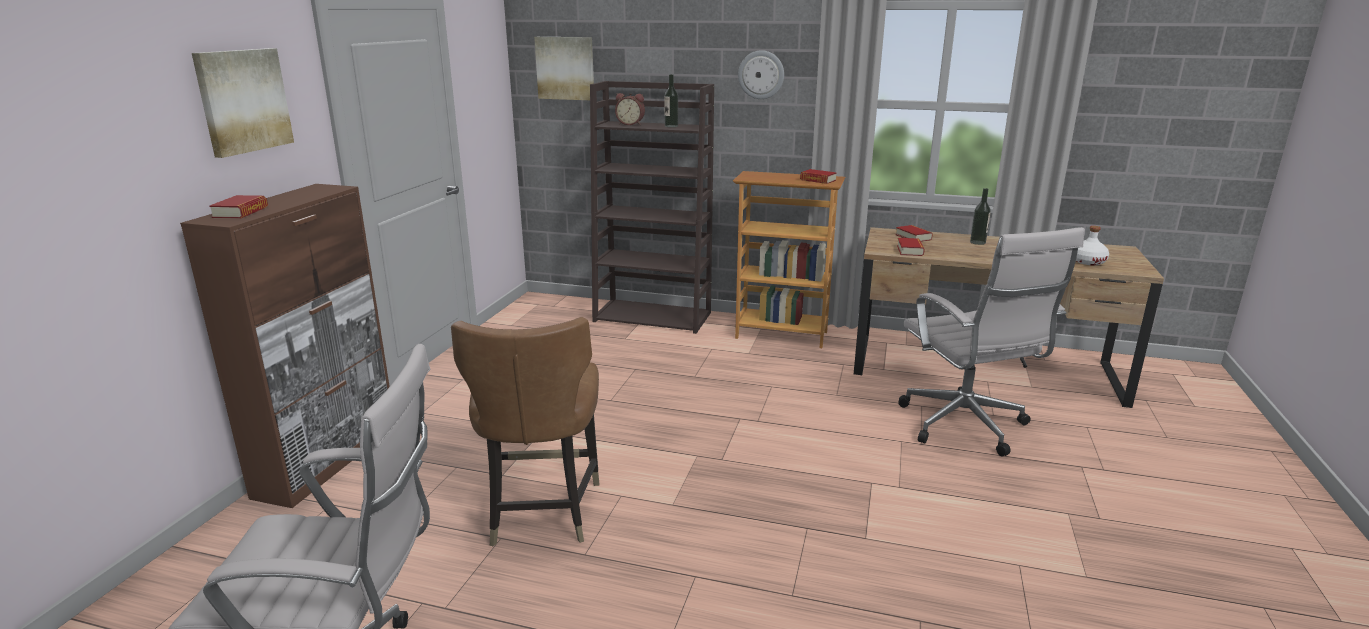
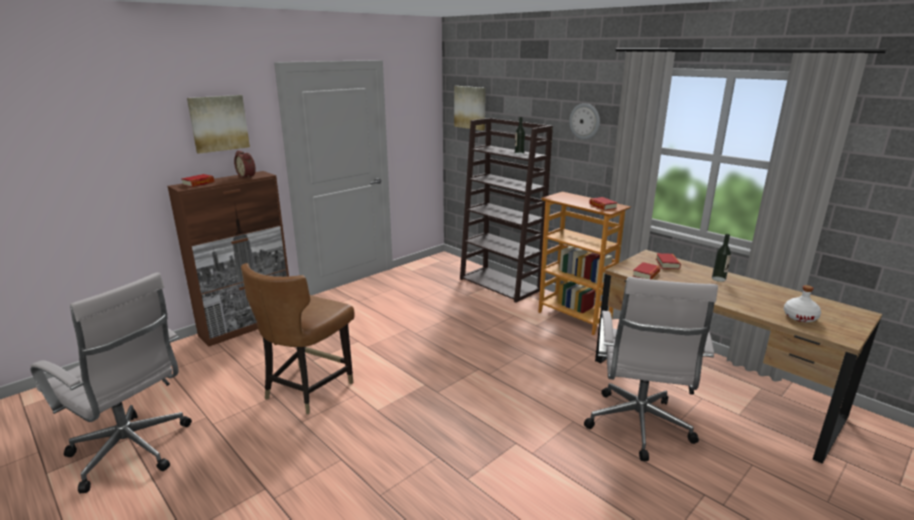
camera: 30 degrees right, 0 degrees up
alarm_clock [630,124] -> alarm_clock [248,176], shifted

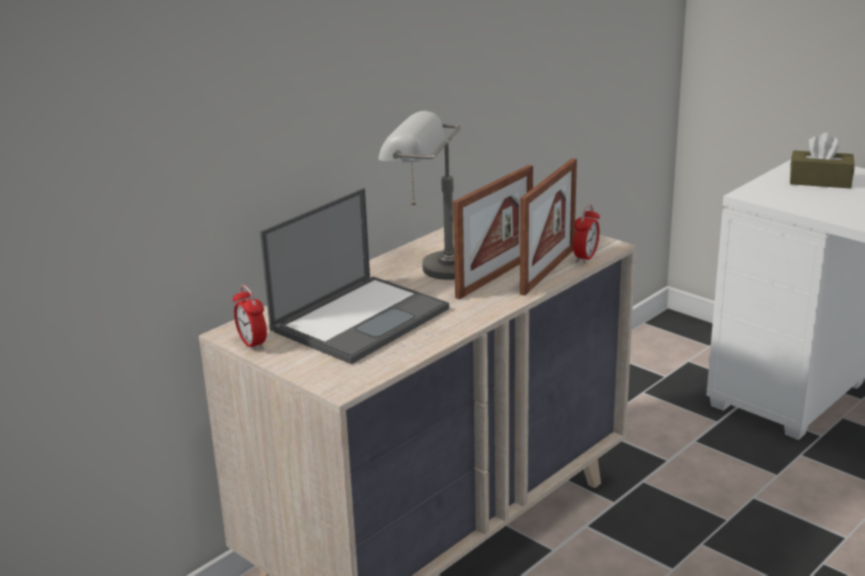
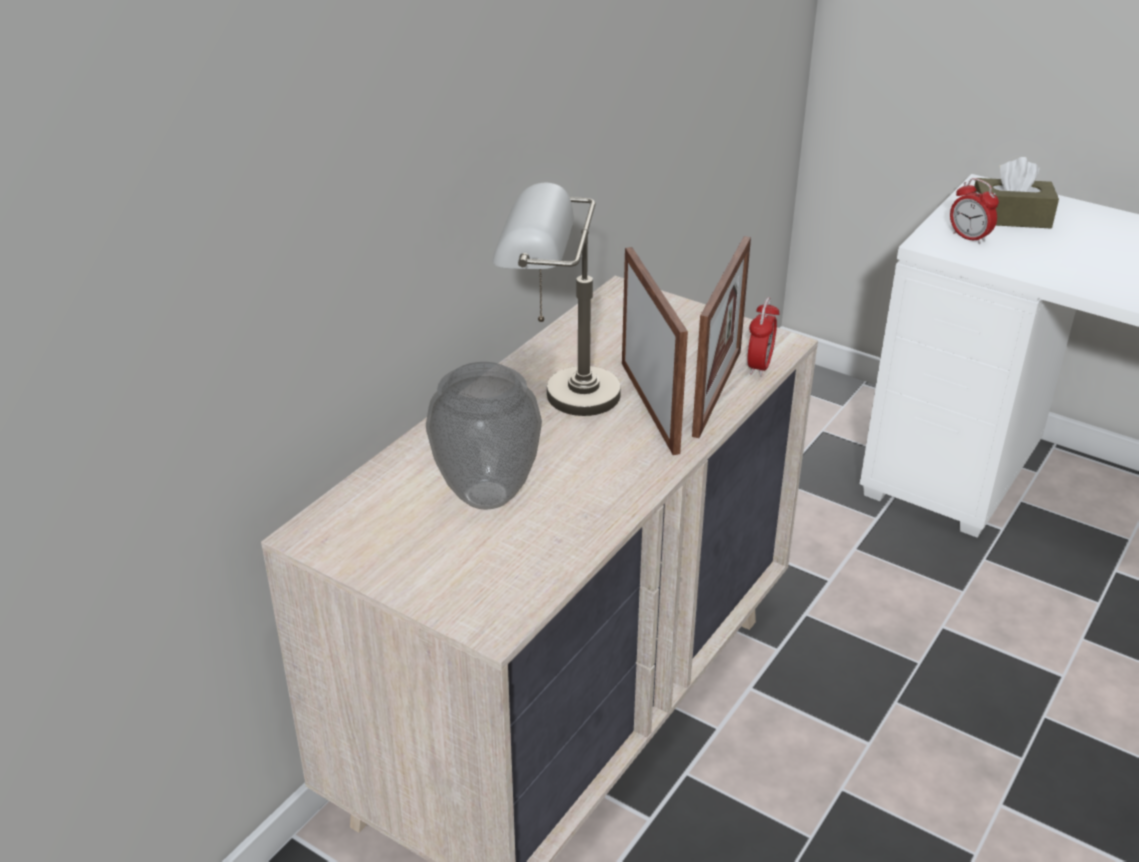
camera: 10 degrees left, 10 degrees up
alarm_clock [252,344] -> alarm_clock [969,237], shifted
notebook_computer [361,318] -> decorative_vase [487,494]
photo_frame [495,276] -> photo_frame [649,406], 45 degrees counterclockwise

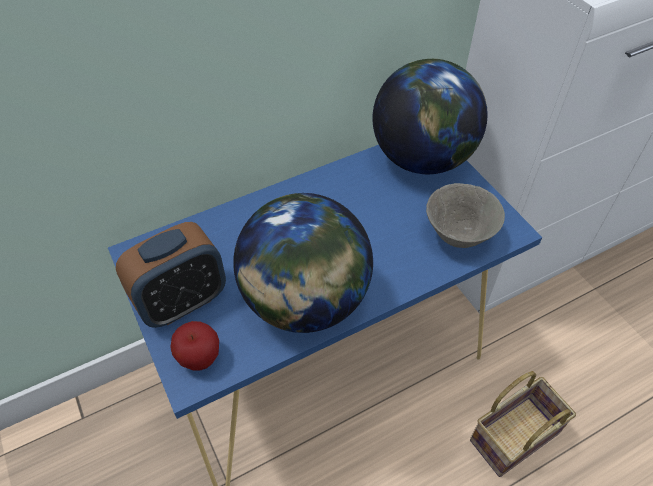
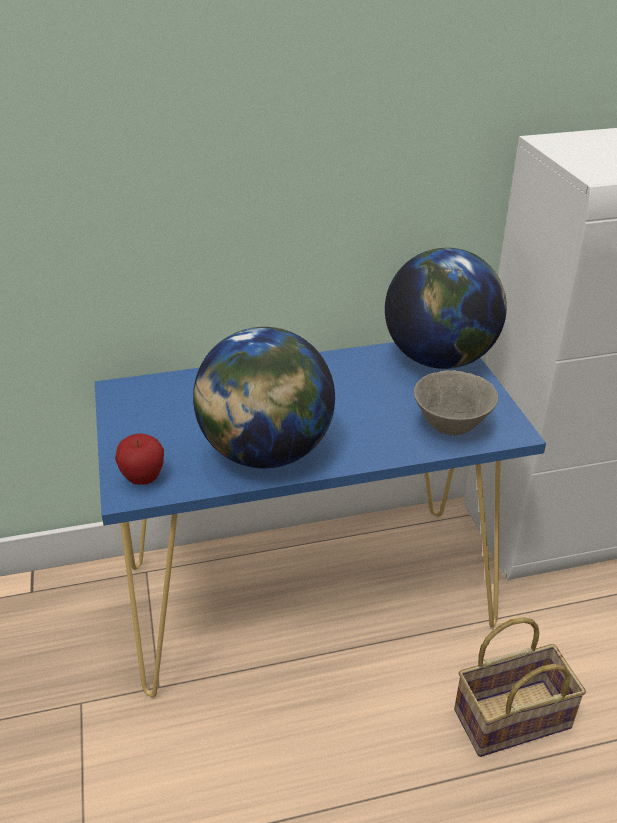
camera: 15 degrees right, 15 degrees down
alarm_clock [182,301] -> none

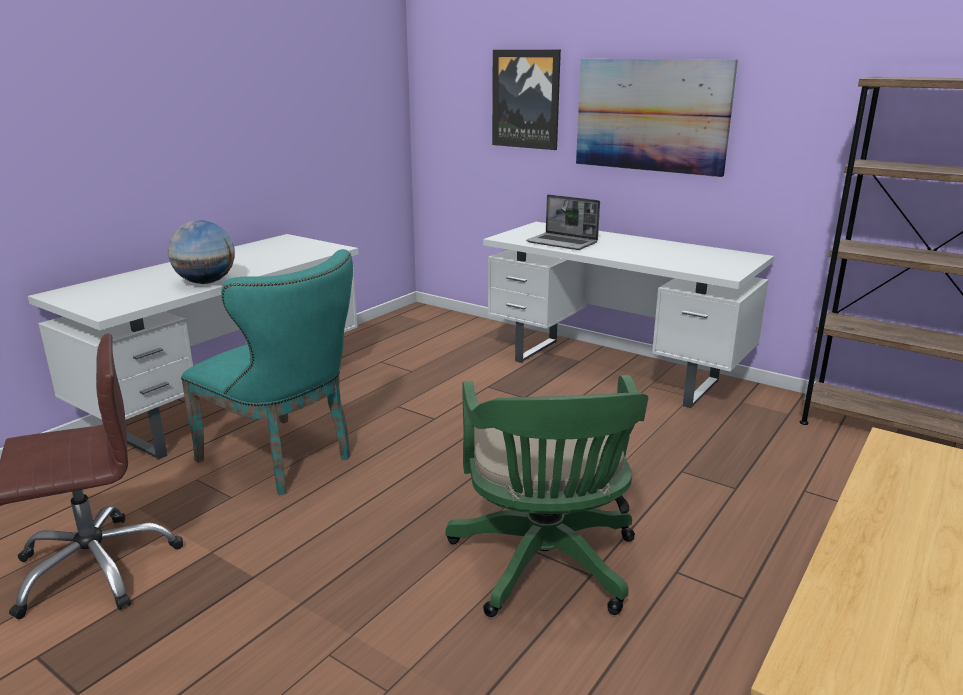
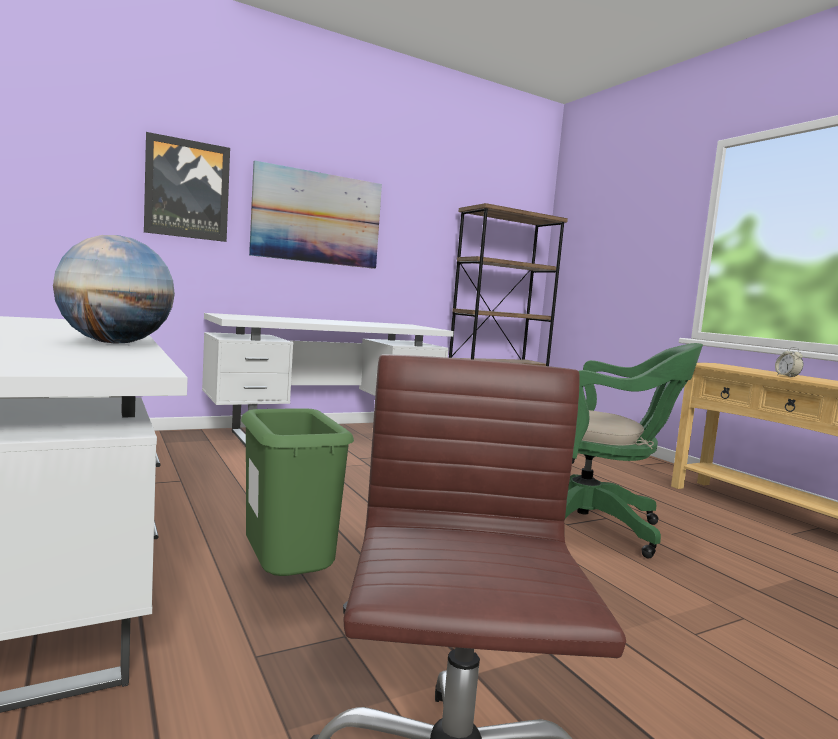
camera: 65 degrees left, 15 degrees down
turquoise-coloured_upright_chair [285,459] -> green_trash_can [288,582]
notebook_computer [563,243] -> none
none -> alarm_clock [787,376]

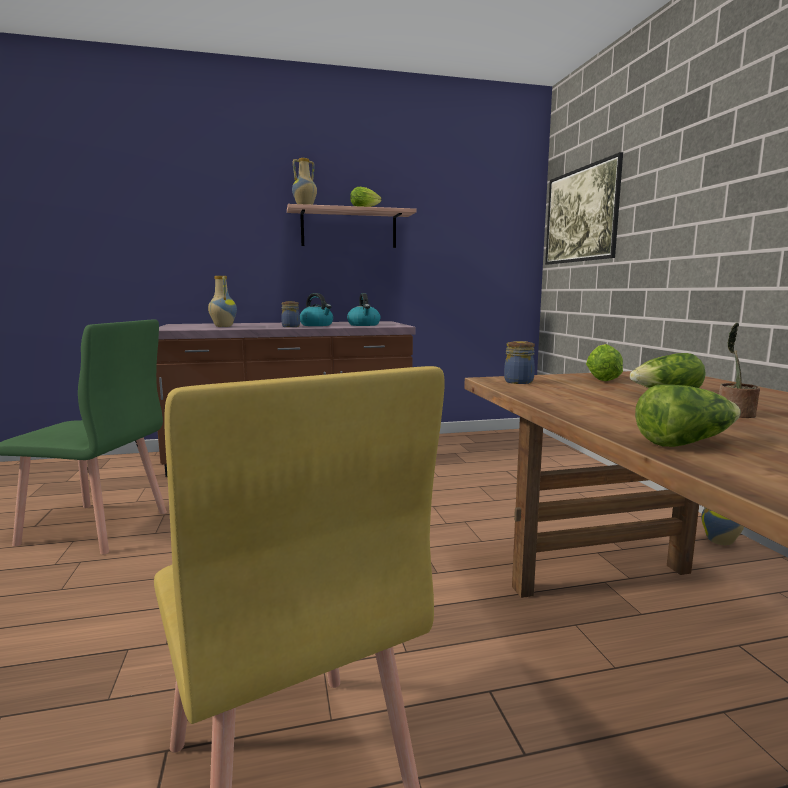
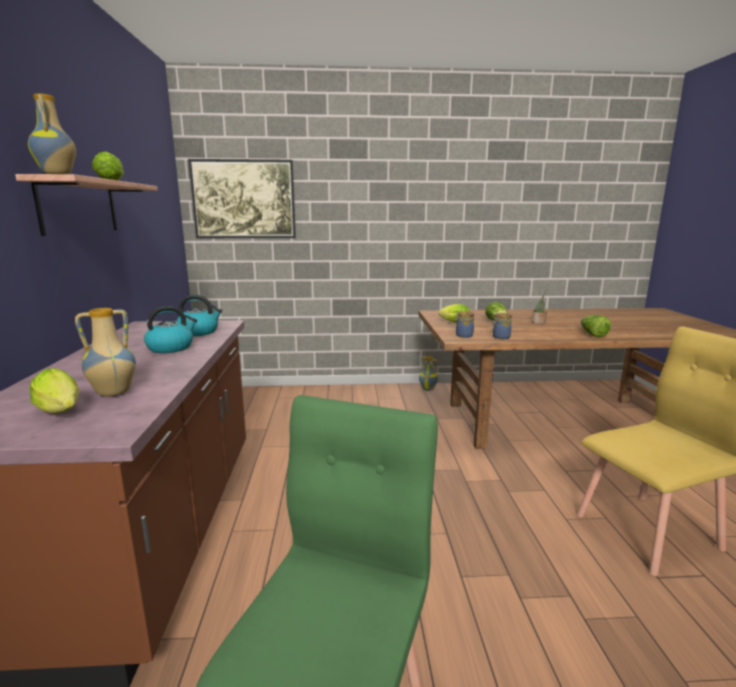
camera: 80 degrees left, 5 degrees up
jar [290,326] -> jar [500,337], shifted
none -> head_of_lettuce [62,412]

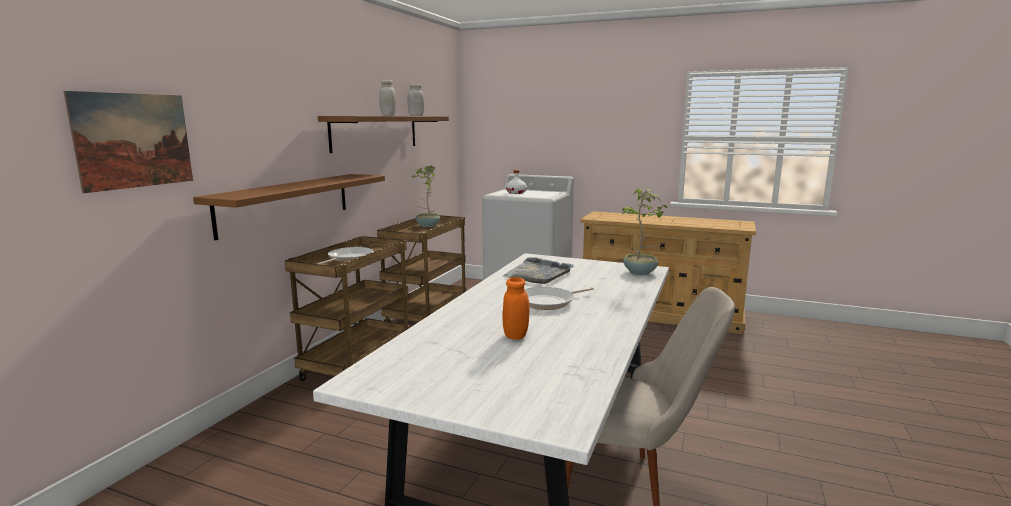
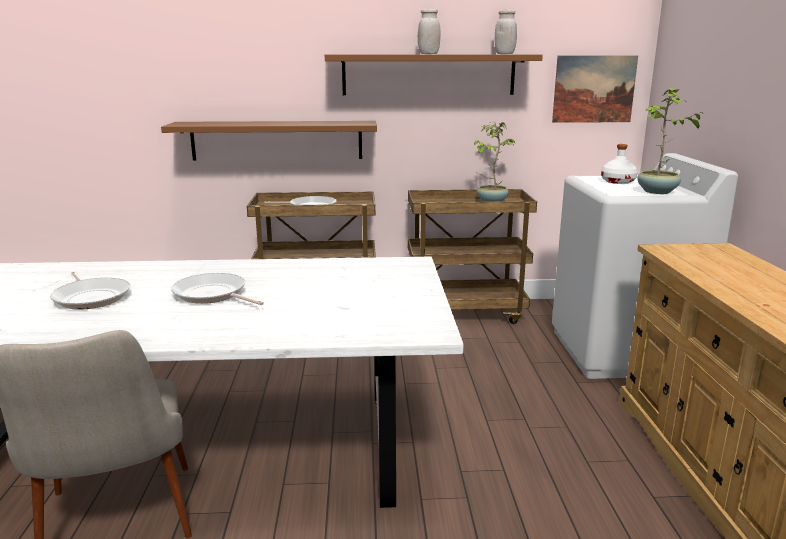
camera: 65 degrees right, 5 degrees up
picture [134,140] -> picture [594,89], shifted
orangey_jar [515,335] -> pan [91,297]
grey_serving_tray [538,274] -> none
houseplant [640,272] -> houseplant [657,192], shifted

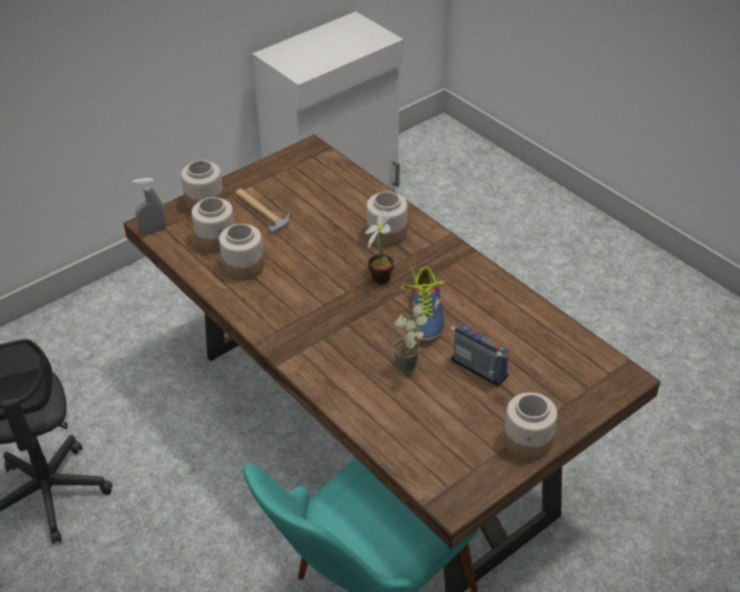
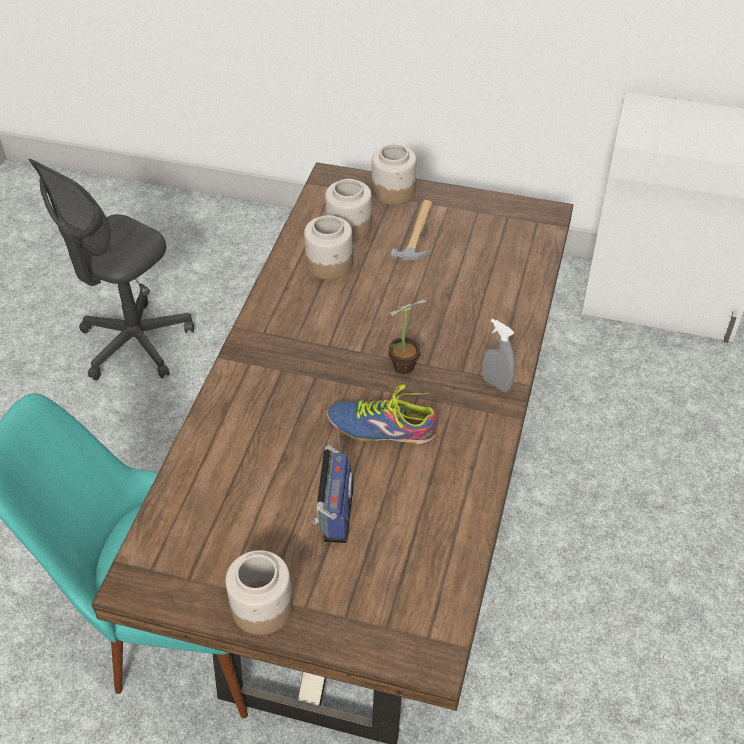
camera: 55 degrees right, 5 degrees up
grey_spray_bottle [153,230] -> grey_spray_bottle [496,384], shifted
jar [387,233] -> none
houseplant [410,371] -> none
item_of_footwear [426,314] -> item_of_footwear [382,428], 45 degrees clockwise

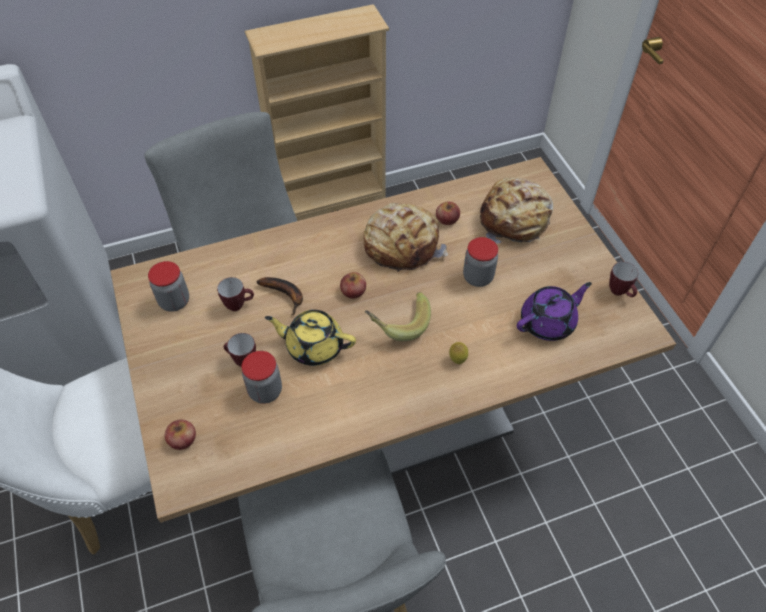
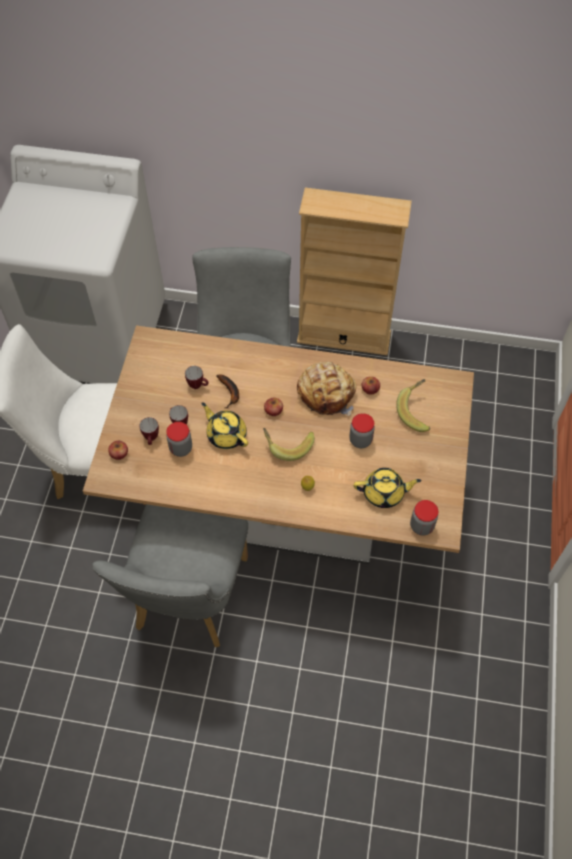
camera: 30 degrees right, 5 degrees up
jar [174,301] -> jar [421,526], shifted
bread [515,220] -> banana_fruit [417,411]
purple_pot_for_tea [548,322] -> yellowish_pot_for_tea [384,493]
tea_mug [620,293] -> tea_mug [151,439], shifted

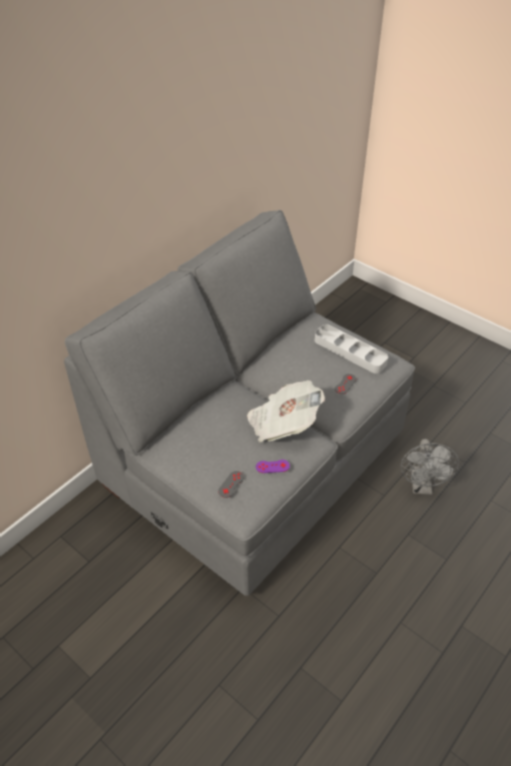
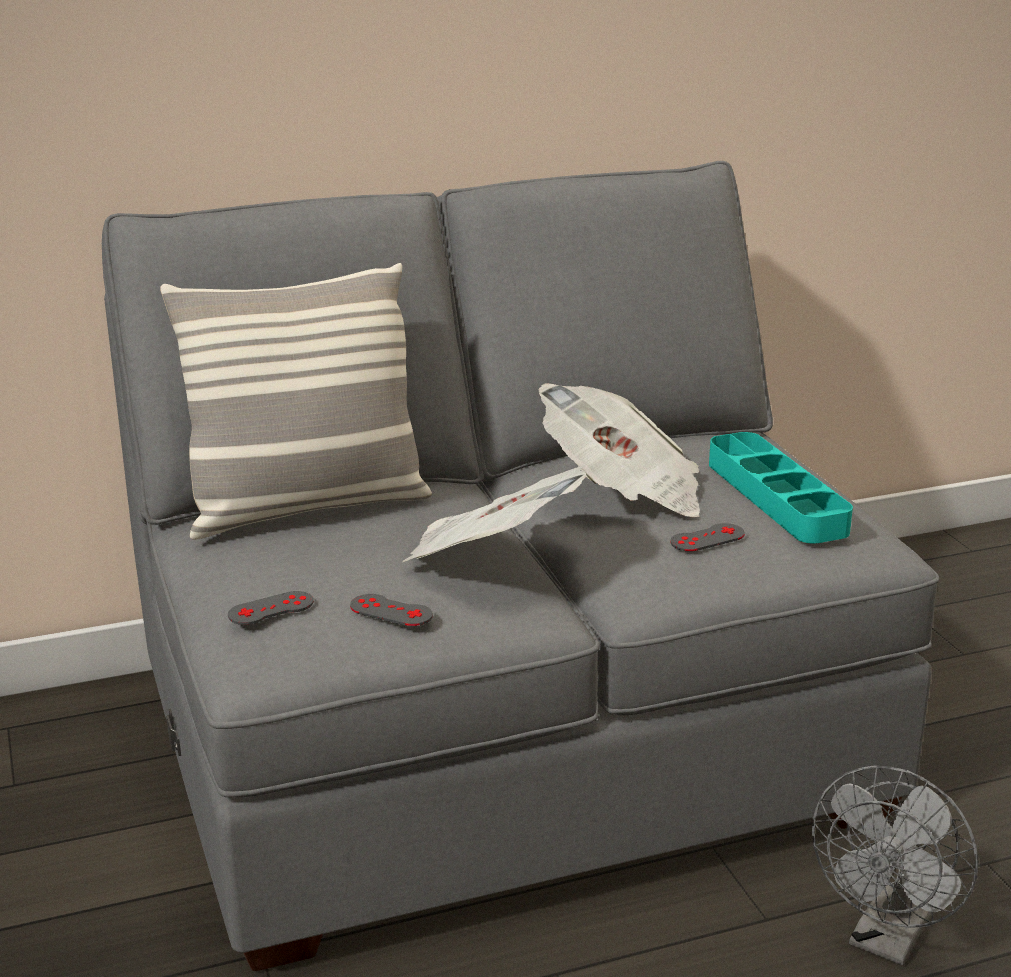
camera: 30 degrees right, 20 degrees down
purple_gamepad [272,466] -> grey_gamepad [391,611]
grey_serving_tray [350,352] -> turquoise-coloured_serving_tray [776,497]
none -> cushion [306,508]
none -> newspaper [623,492]

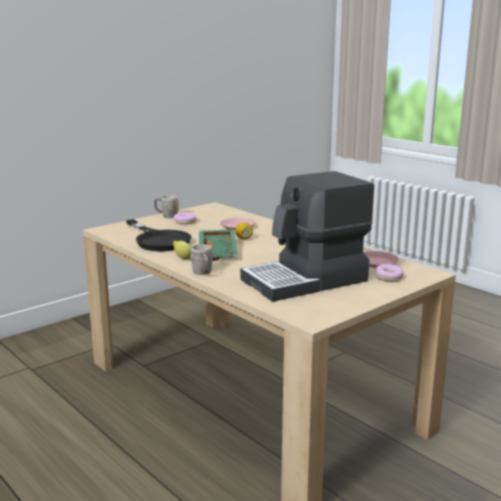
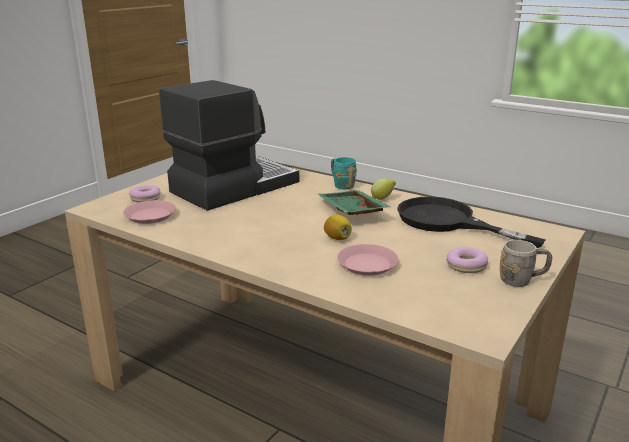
camera: 165 degrees right, 5 degrees up
grey_tea_mug [203,273] -> turquoise-coloured_tea_mug [341,184]

